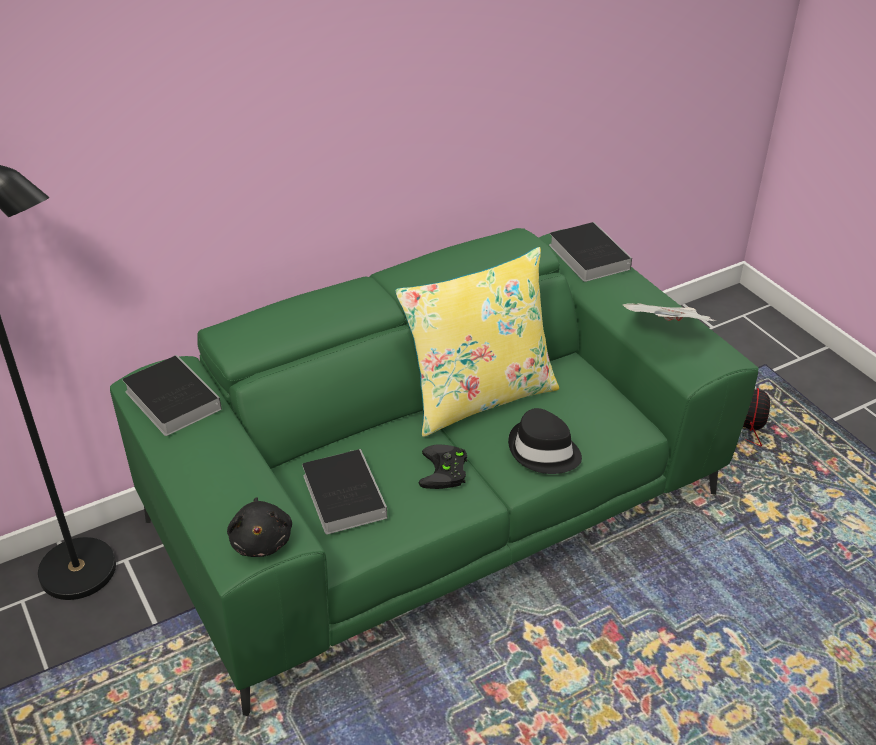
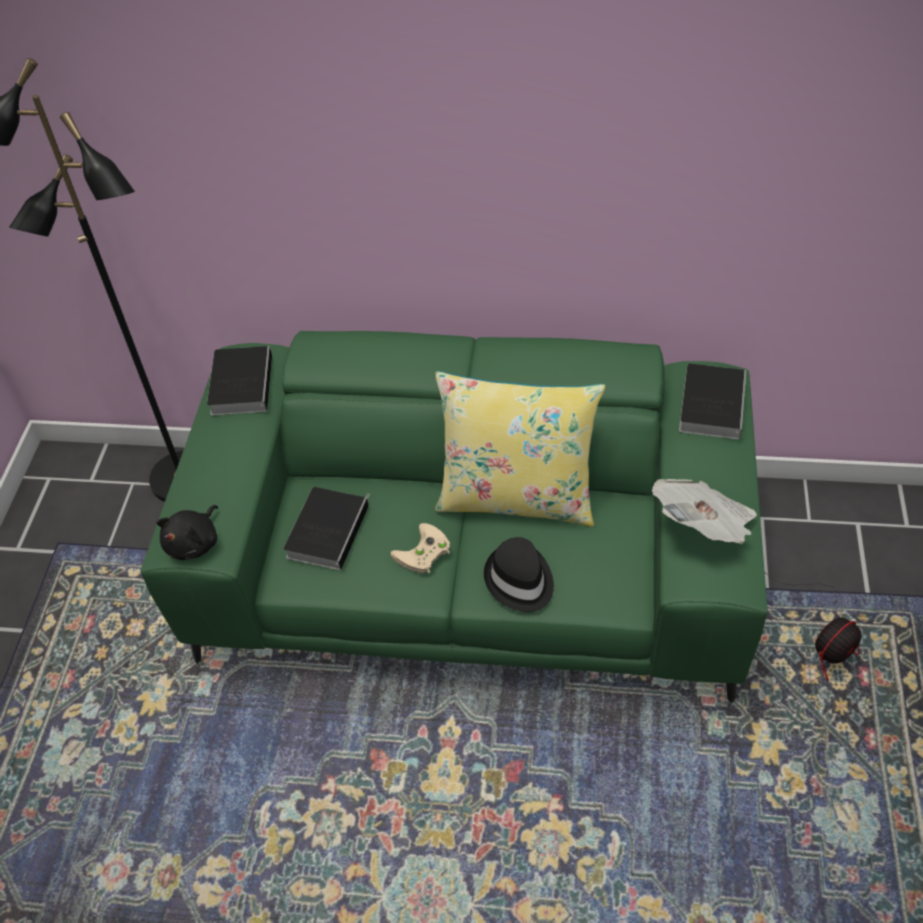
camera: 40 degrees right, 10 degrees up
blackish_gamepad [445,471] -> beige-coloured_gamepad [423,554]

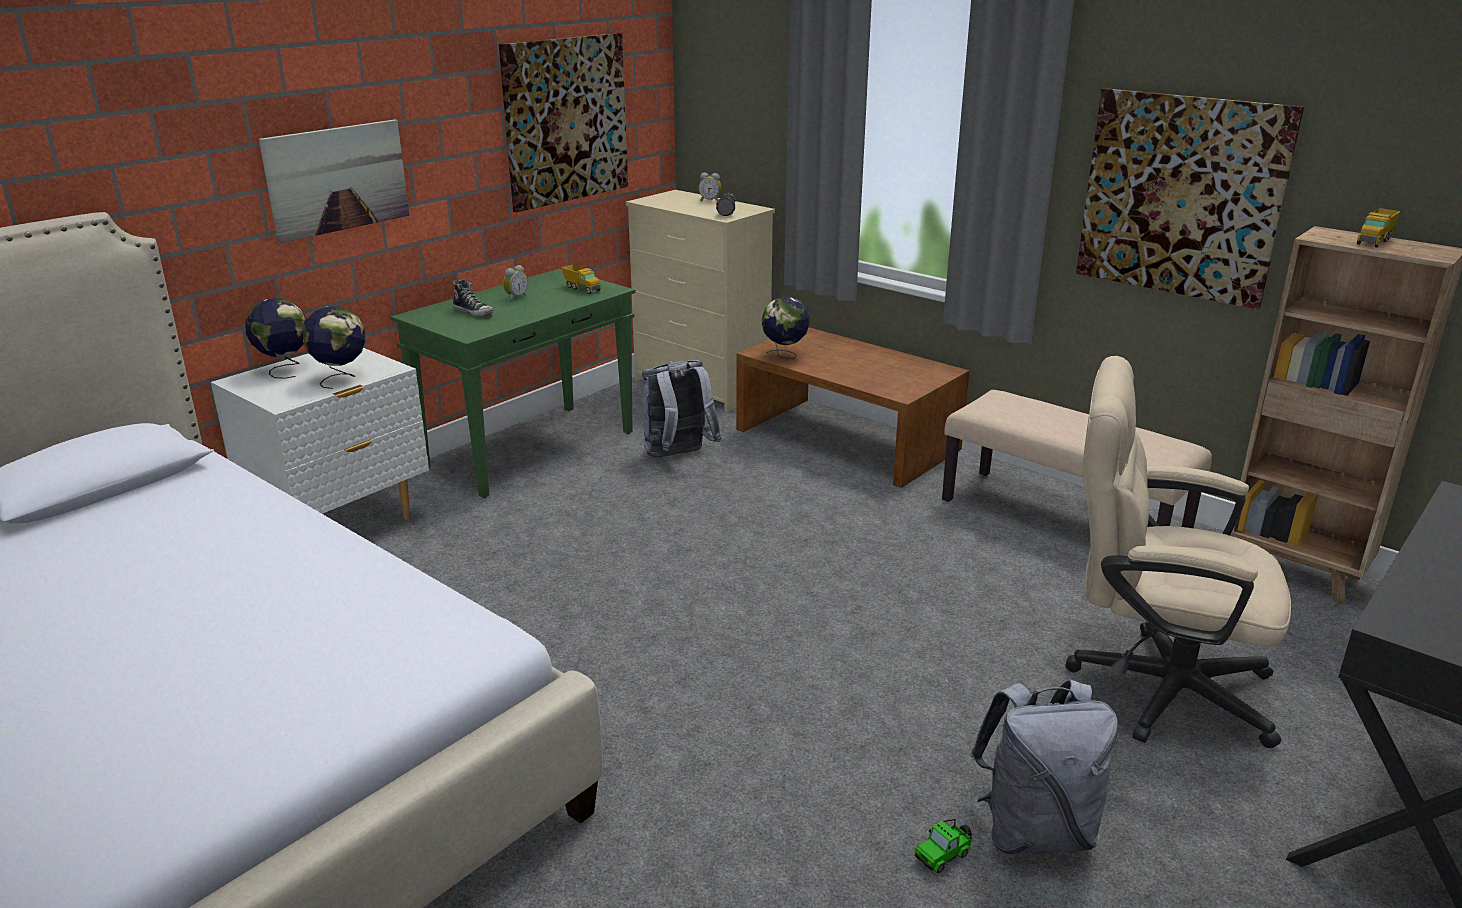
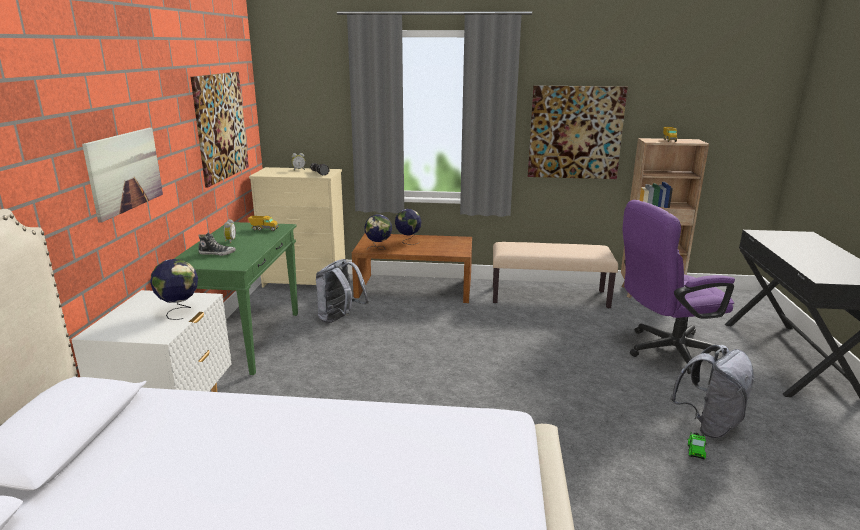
camera: 35 degrees left, 5 degrees down
world_globe [285,369] -> world_globe [408,241], shifted
beige-coloured_desk_chair [1151,685] -> purple_desk_chair [665,351]

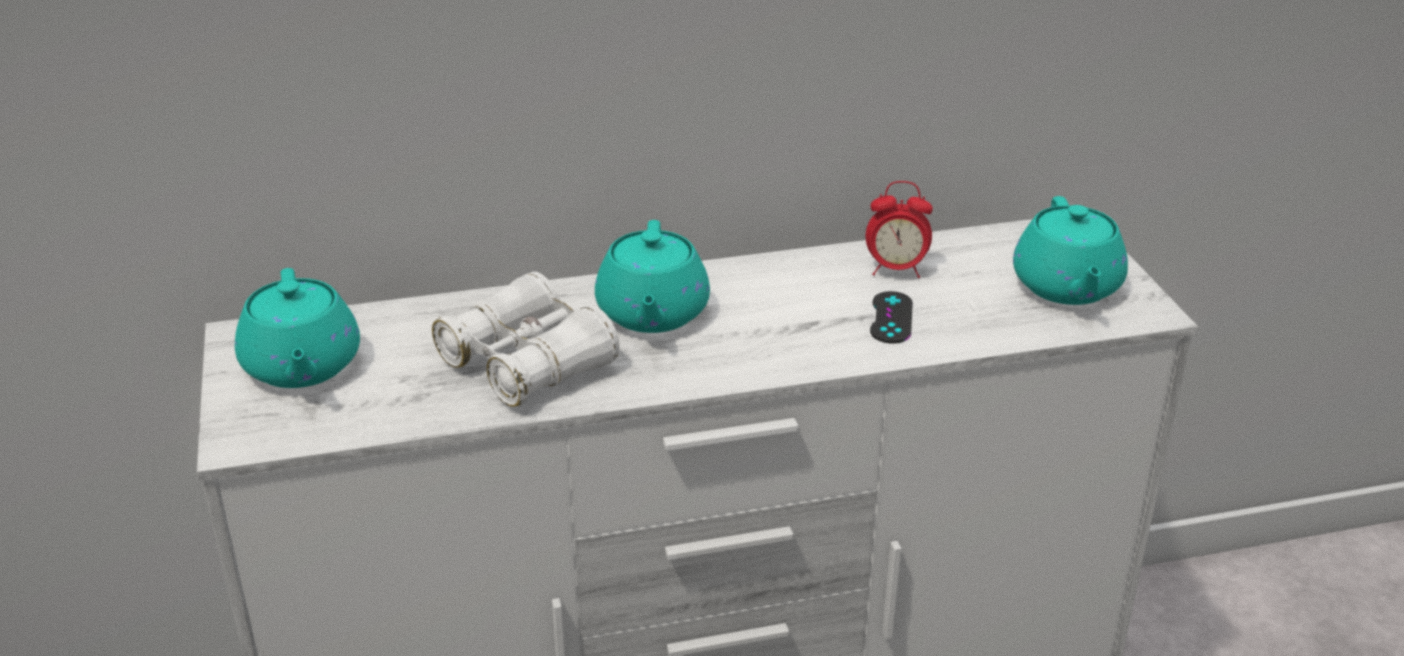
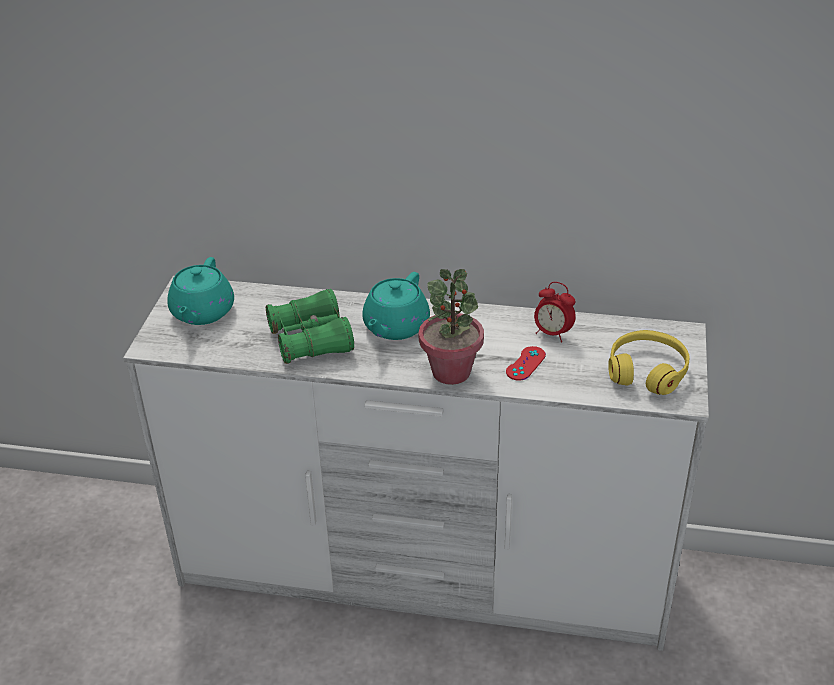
camera: 25 degrees right, 5 degrees up
whitish_field_glasses [527,363] -> green_field_glasses [311,340]
blackish_gamepad [891,318] -> red_gamepad [525,363]
turquoise-coloured_pot_for_tea [1067,287] -> yellowish_pair_of_headphones [647,371]
none -> houseplant [451,372]

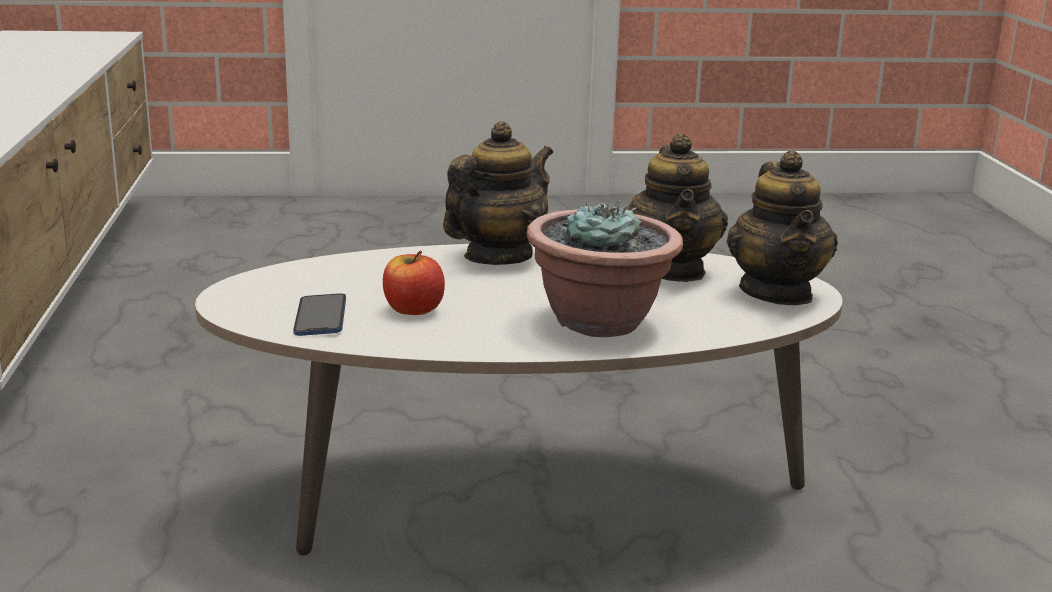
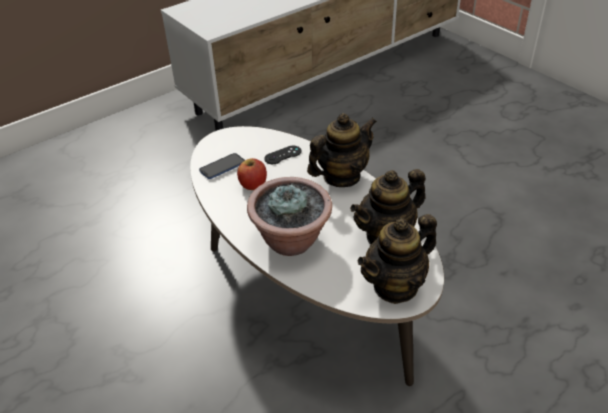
camera: 60 degrees right, 20 degrees up
pot_for_tea [497,257] -> pot_for_tea [341,177], 45 degrees counterclockwise
none -> blackish_gamepad [283,155]

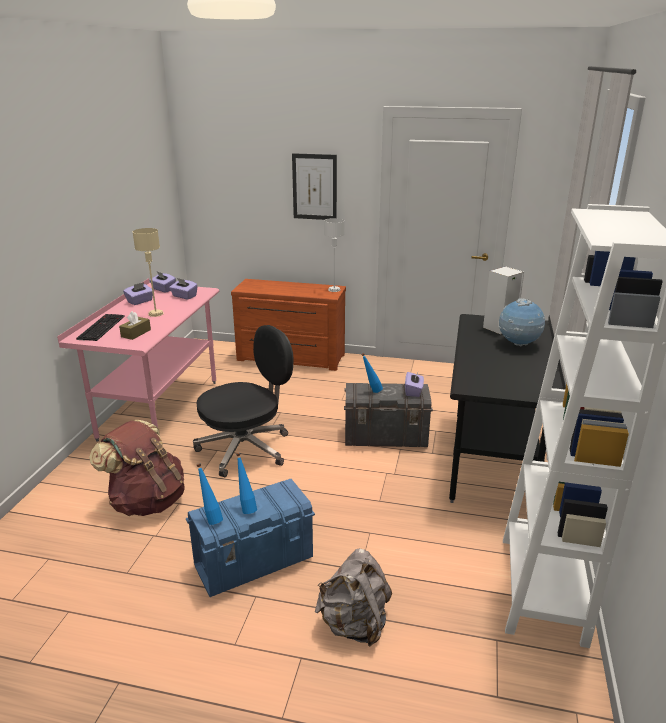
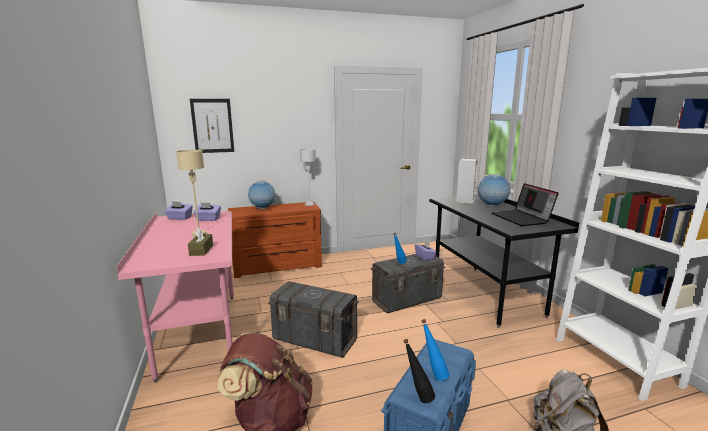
camera: 30 degrees left, 10 degrees down
keyboard [101,327] -> none
purple_box_of_tissues [140,301] -> none
blackish_desk_chair [246,448] -> grey_storage_box [315,340]
blue-coloured_drink_bottle [211,518] -> blackish_drink_bottle [418,397]
picture [314,187] -> picture [212,126], shifted
none -> world_globe [262,209]
none -> notebook_computer [522,218]

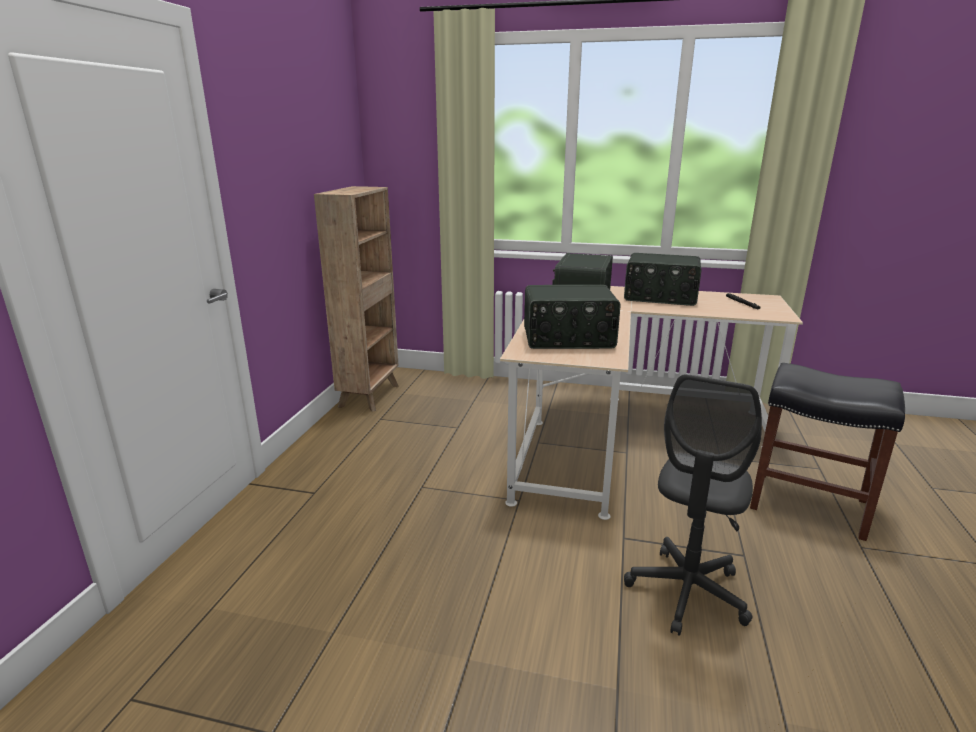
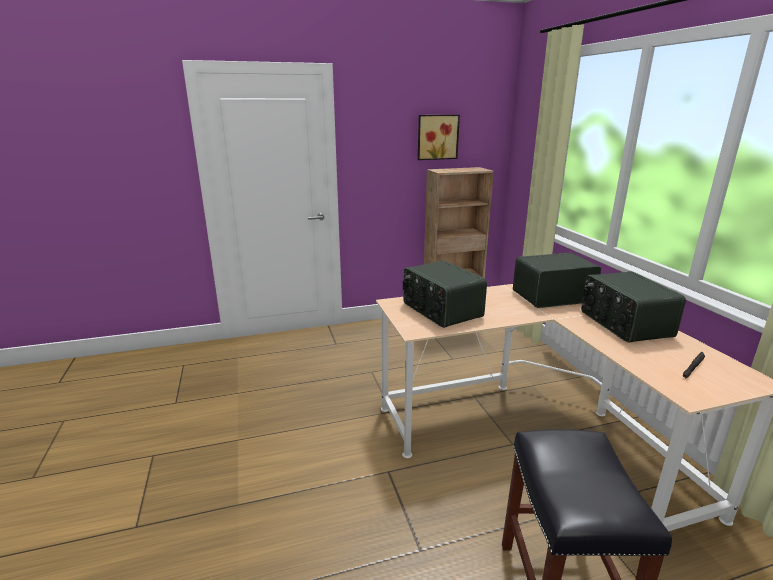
camera: 60 degrees right, 0 degrees up
grey_desk_chair [687,592] -> none
none -> picture [437,137]

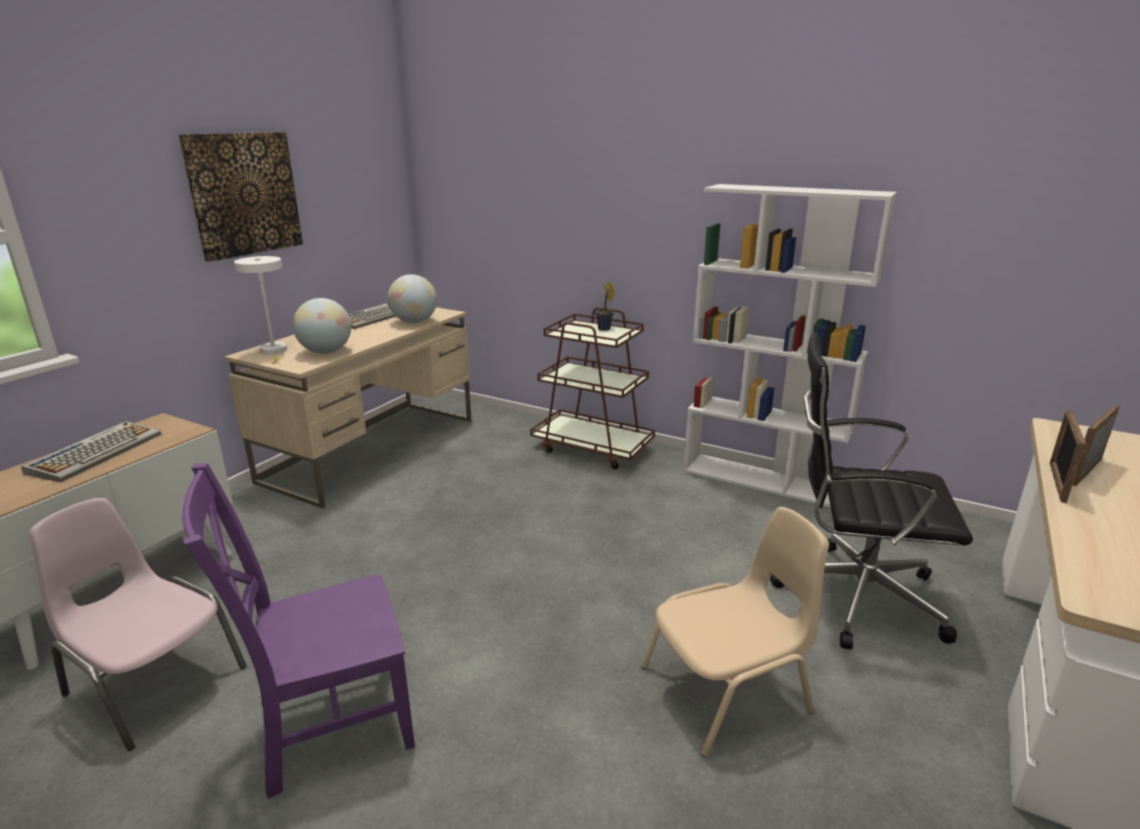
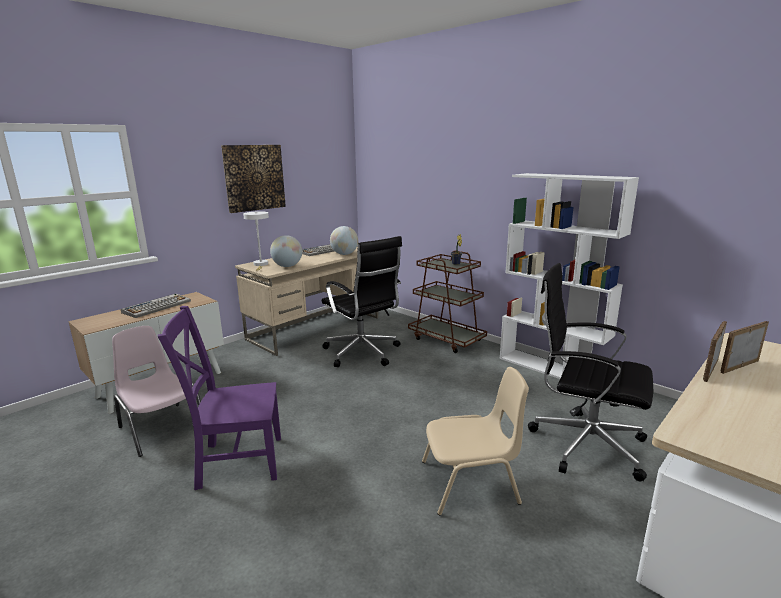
camera: 15 degrees right, 5 degrees down
none -> blackish_desk_chair [363,353]

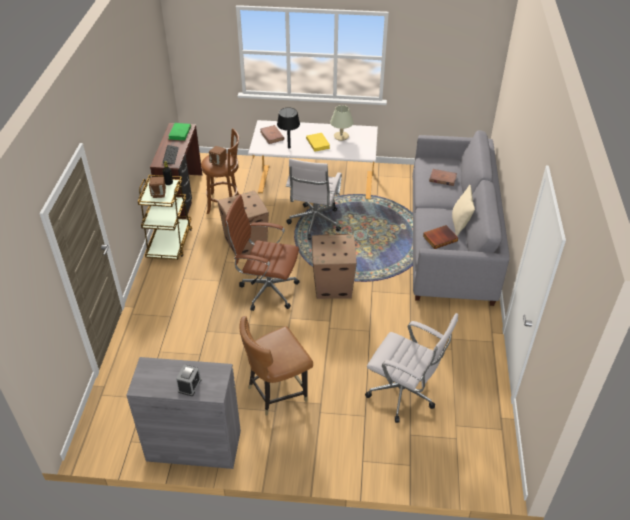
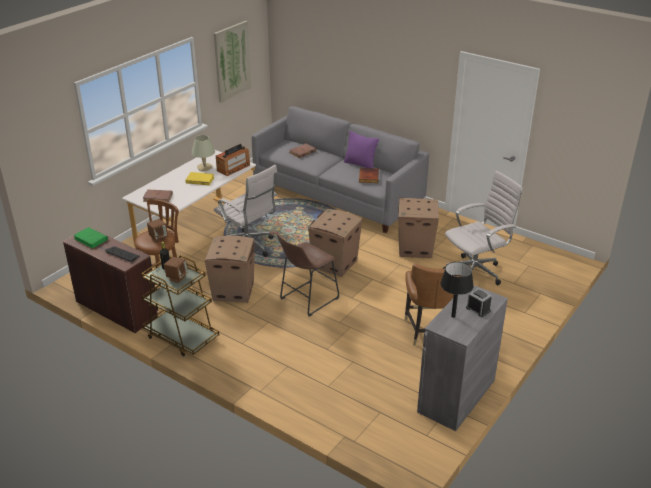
camera: 60 degrees left, 10 degrees down
brownish_desk_chair [266,290] -> brownish_stool_seat [307,299]
blackish_table_lamp [289,147] -> blackish_table_lamp [453,316], shifted
beige-coloured_cushion [460,224] -> purple_cushion [360,164]
none -> picture [232,61]
none -> radio_receiver [233,168]
none -> packing_box [416,248]

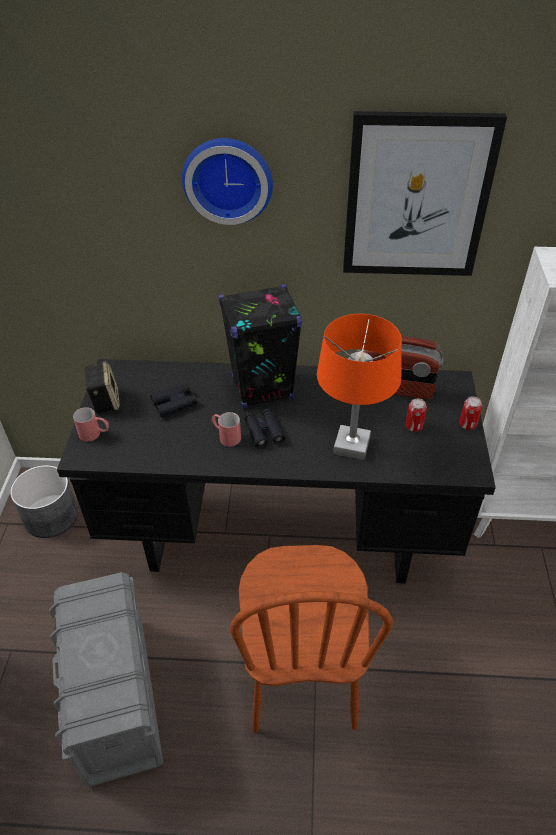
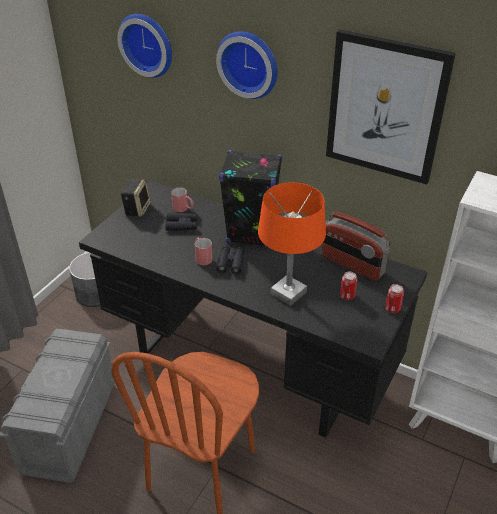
camera: 25 degrees right, 5 degrees down
red_tea_mug [95,434] -> red_tea_mug [183,209], shifted
none -> hanging_clock [148,44]

